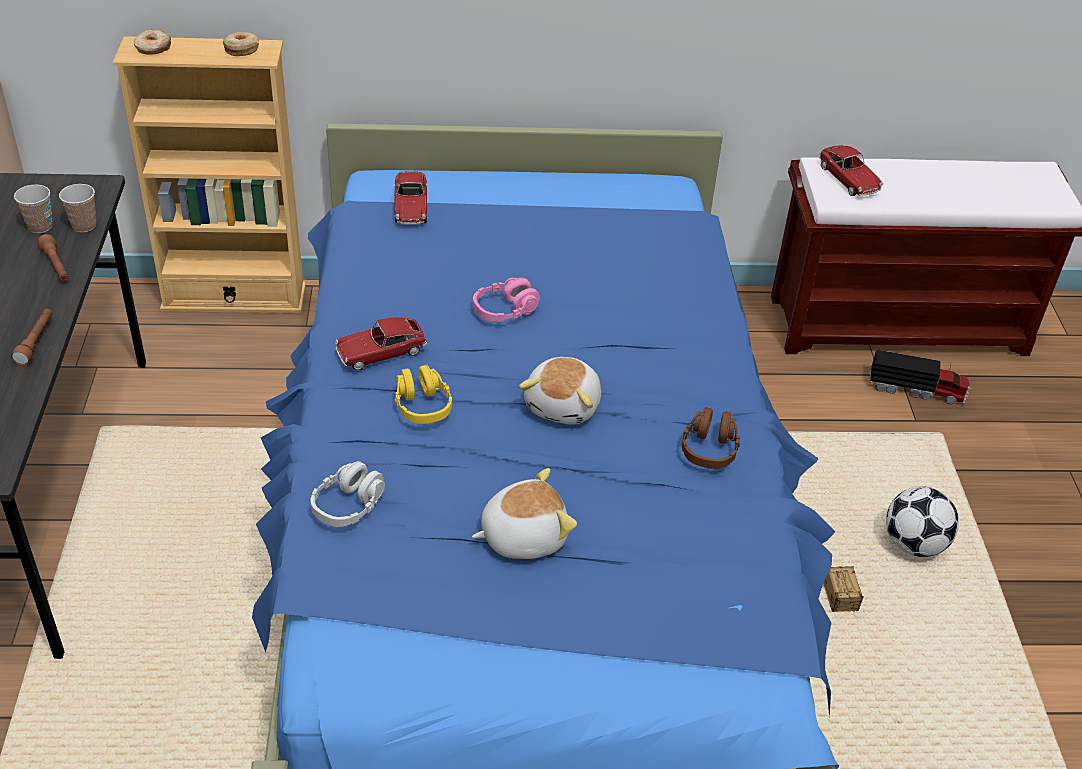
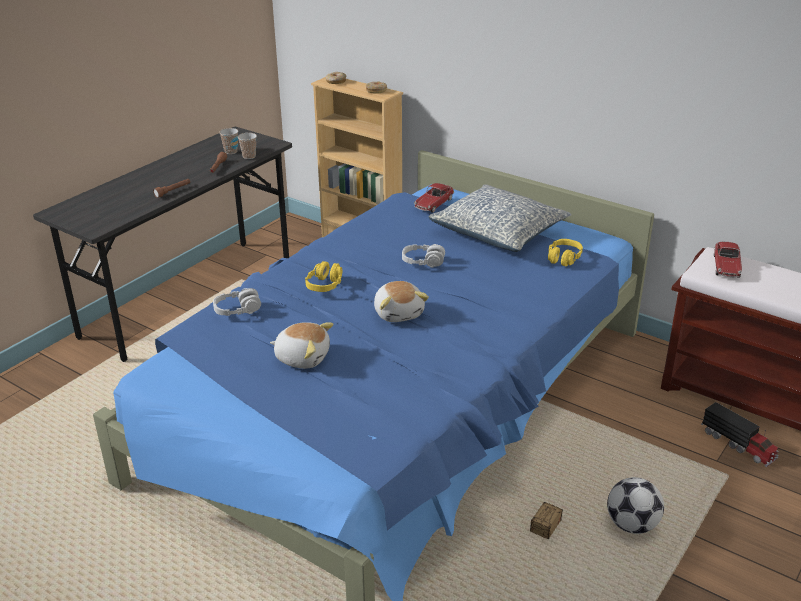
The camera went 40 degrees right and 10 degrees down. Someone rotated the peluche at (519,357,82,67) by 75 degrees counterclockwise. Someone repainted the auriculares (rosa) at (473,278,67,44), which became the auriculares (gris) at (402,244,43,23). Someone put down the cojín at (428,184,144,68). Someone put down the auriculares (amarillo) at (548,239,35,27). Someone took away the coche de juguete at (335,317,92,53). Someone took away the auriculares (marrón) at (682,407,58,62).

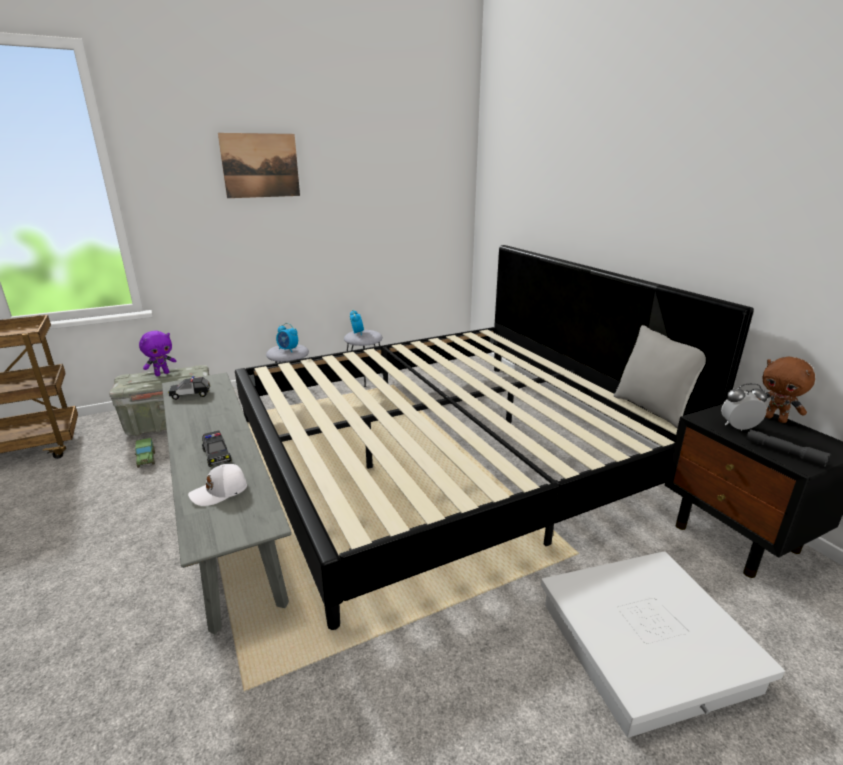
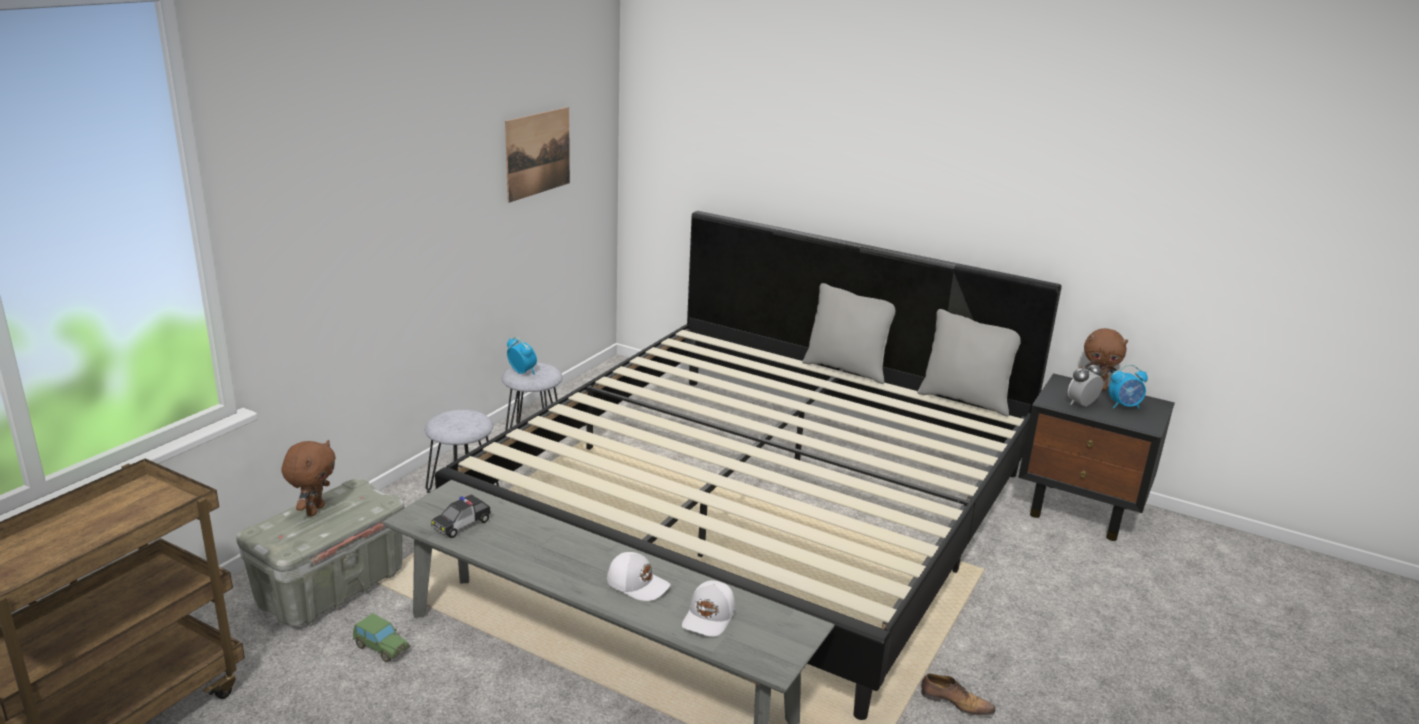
The camera went 35 degrees left and 0 degrees up. Someone repainted the peluche (morado) at (139,331,37,45), which became the peluche (marrón) at (281,440,55,76). Someone carried the cuadro from (218,133,82,65) to (505,107,65,96). Someone swapped the coche de juguete at (202,430,30,37) for the gorra (blanco) at (607,552,64,49). Someone put down the cojín (gris) at (802,283,93,101). Someone put down the zapato at (921,674,74,42). Someone carried the despertador from (276,323,22,29) to (1109,365,39,44). Someone took away the caja de almacenaje (blanco) at (541,551,244,187). Someone took away the linterna (gris) at (746,429,84,38).

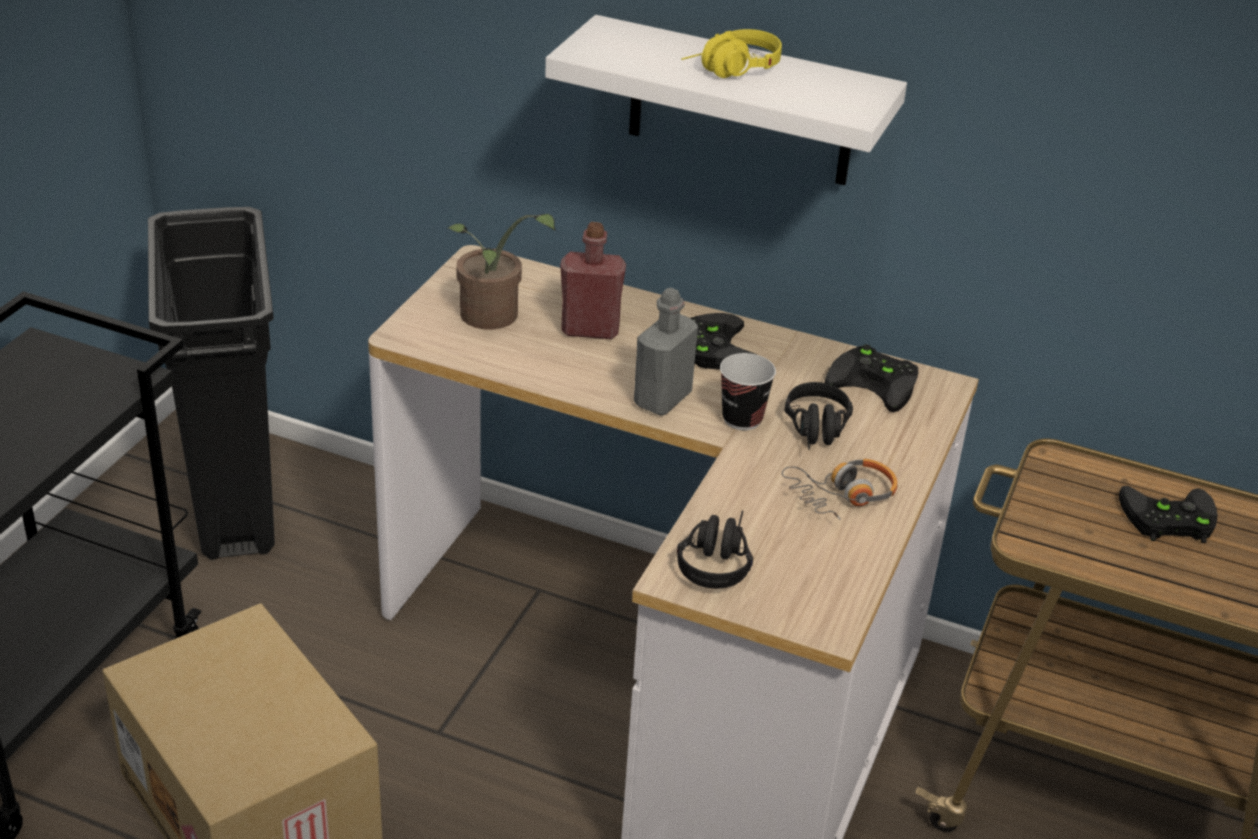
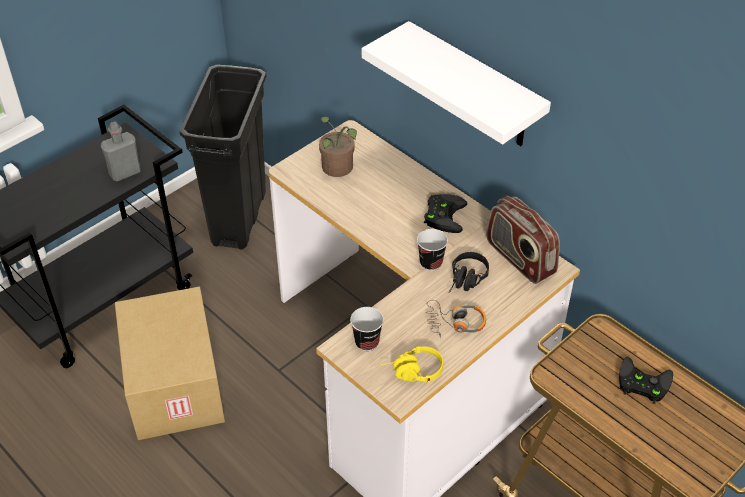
The camera went 25 degrees right and 10 degrees up. Someone carried the botella (gris) from (634,288,64,128) to (101,122,40,60). Someone swapped the auriculares (negro) at (677,511,76,78) for the taza at (350,307,34,44). Someone carried the auriculares (amarillo) from (681,29,101,49) to (381,346,62,36). Someone swapped the mando de consola (negro) at (825,344,93,68) for the radio at (486,196,74,88). Someone took away the botella (rojo) at (560,222,66,117).

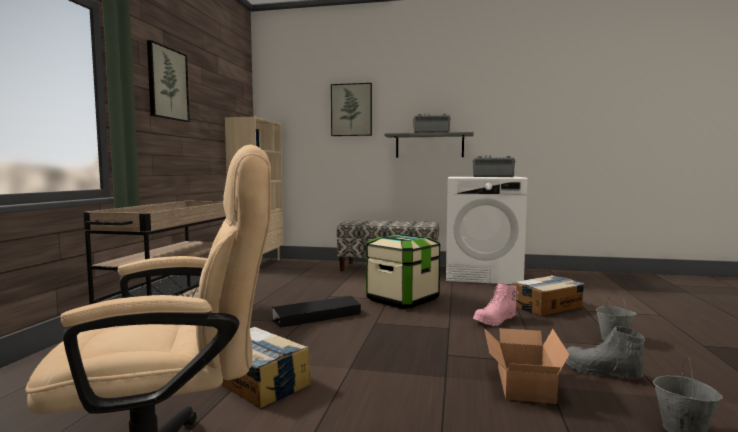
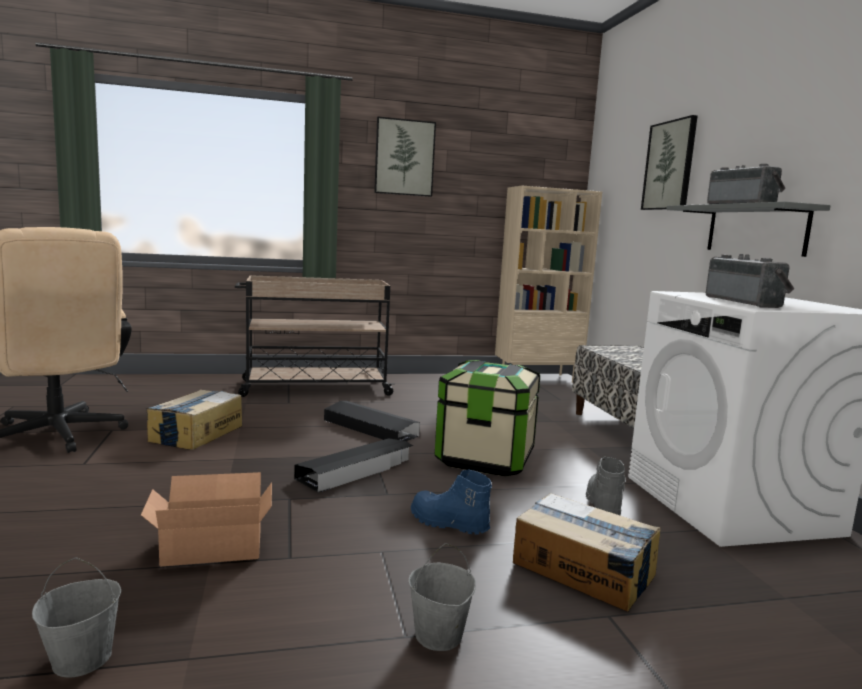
The camera went 65 degrees right and 5 degrees up. Someone put down the caja de almacenaje (negro) at (294,438,119,55). Someone repainted the bota (rosa) at (473,283,46,43), which became the bota (azul) at (411,470,81,64). Someone carried the bota (gris) from (566,326,79,53) to (586,457,40,58).

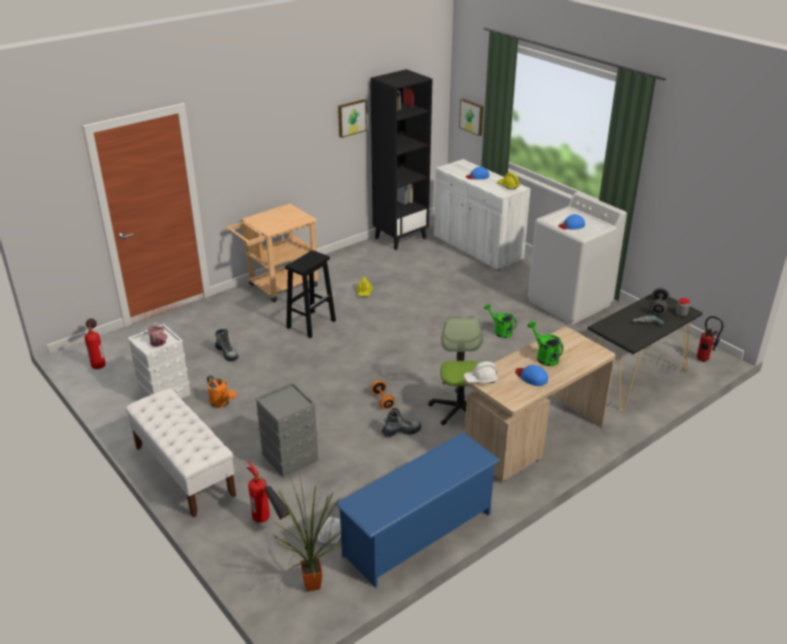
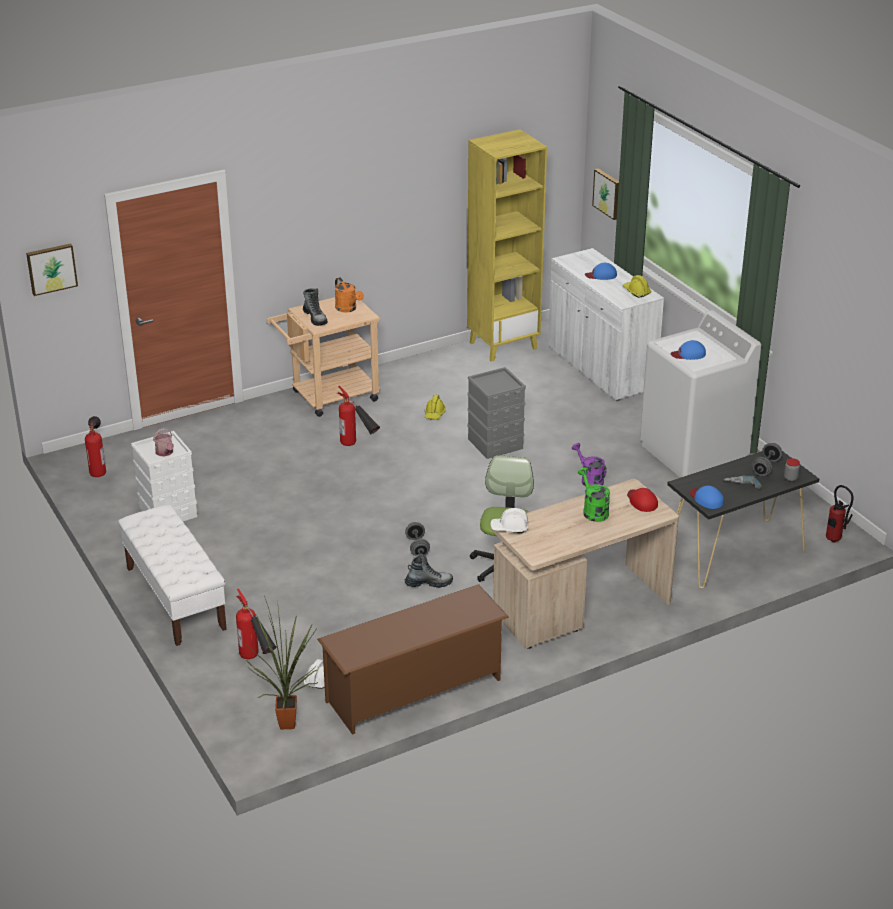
The camera went 10 degrees right and 0 degrees up. Someone carried the cuadro from (338,99,29,39) to (26,243,52,53). Someone carried the bota from (215,329,23,32) to (303,288,25,38). Someone repainted the zapatero (azul) at (335,432,166,156), which became the zapatero (marrón) at (317,584,192,151). Someone carried the regadera (naranja) from (207,375,29,33) to (335,277,29,35). Someone swapped the taburete (negro) at (285,250,51,88) for the extintor at (337,386,43,60). Someone repainted the mancuerna (naranja) at (371,380,24,30), which became the mancuerna (gris) at (405,522,25,34). Someone repainted the estantería (negro) at (370,69,63,181), which became the estantería (amarillo) at (467,129,80,233). Someone carried the caja de almacenaje (gris) from (255,382,64,95) to (467,367,59,92). Someone repainted the regadera (verde) at (484,303,33,35), which became the regadera (morado) at (572,443,35,44). Someone put down the gorra (rojo) at (627,488,31,24). Someone carried the gorra (azul) from (515,365,33,21) to (690,485,34,24).

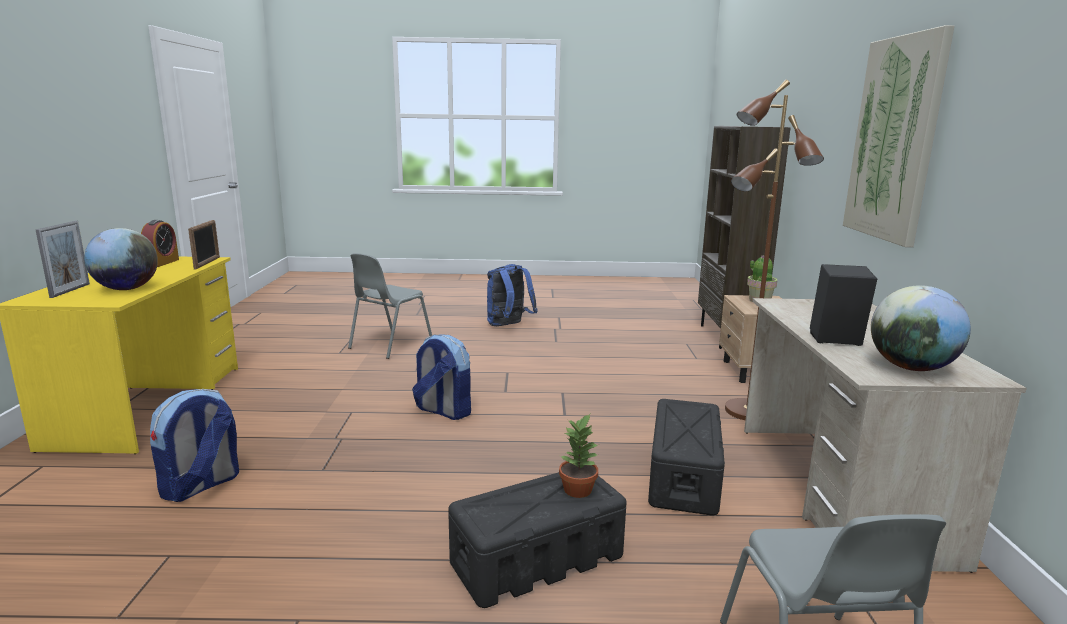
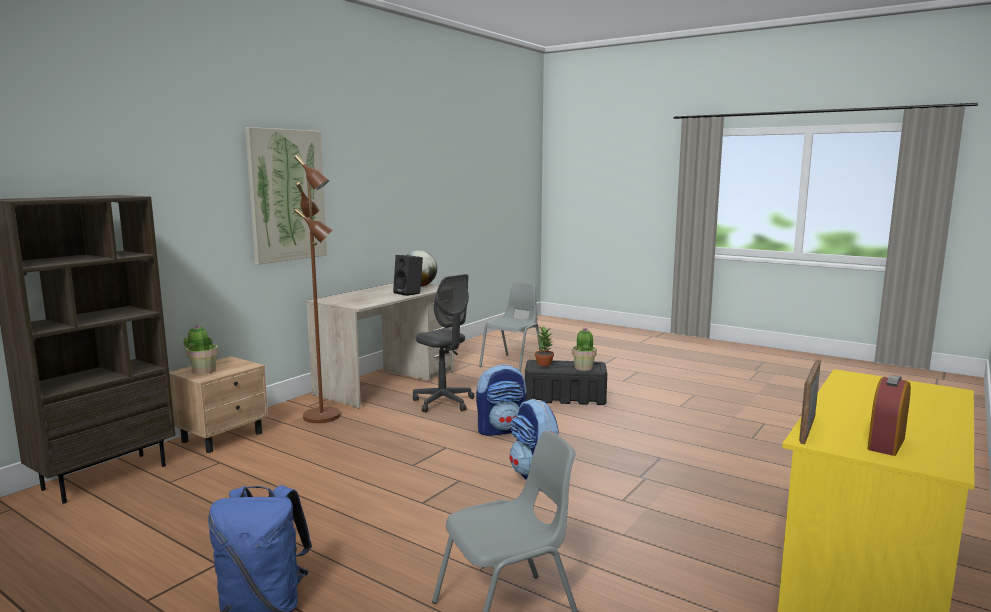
The camera went 145 degrees left and 5 degrees down. Someone swapped the caja de almacenaje (negro) at (648,399,77,117) for the silla de oficina (gris) at (413,274,61,139). Someone carried the mochila from (150,389,89,113) to (476,365,51,71). Someone put down the planta en maceta at (572,328,25,43). Someone took away the portarretratos at (36,221,54,77). Someone took away the globo terráqueo at (84,228,74,62).

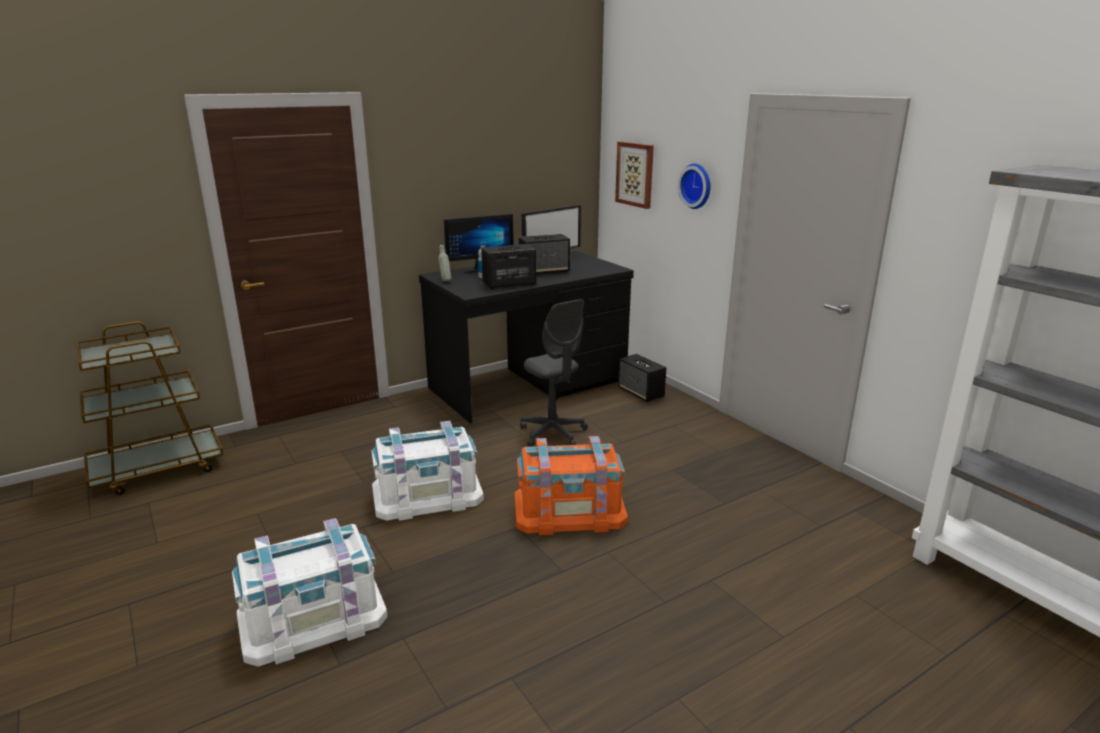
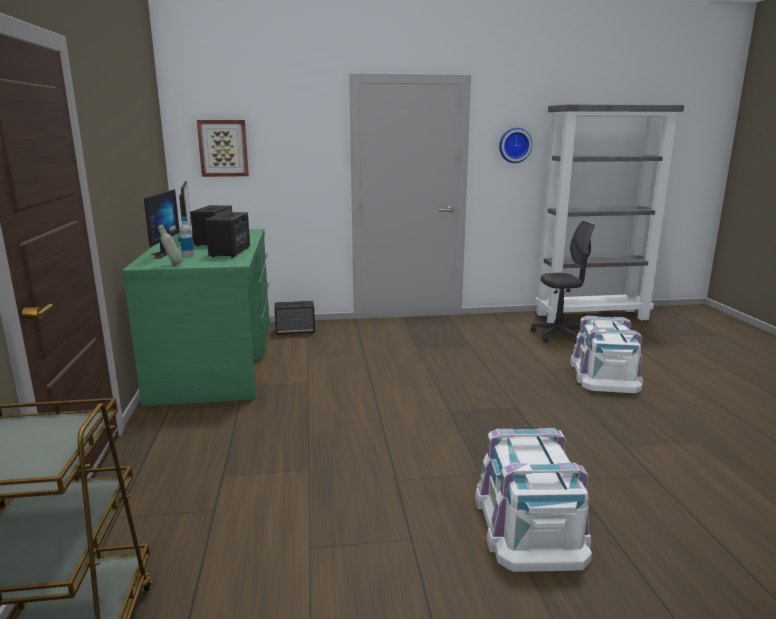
The camera went 65 degrees left and 5 degrees down. Someone repainted the escritorio (negro) at (419,251,215,173), which became the escritorio (verde) at (122,229,150,177). Someone carried the reloj de pared from (678,164,33,45) to (499,128,33,35). Someone carried the silla de oficina (gris) from (520,299,68,148) to (531,221,64,122). Someone carried the caja de almacenaje (blanco) from (372,421,112,100) to (570,316,73,77). Someone took away the caja de almacenaje (naranja) at (515,436,113,99).

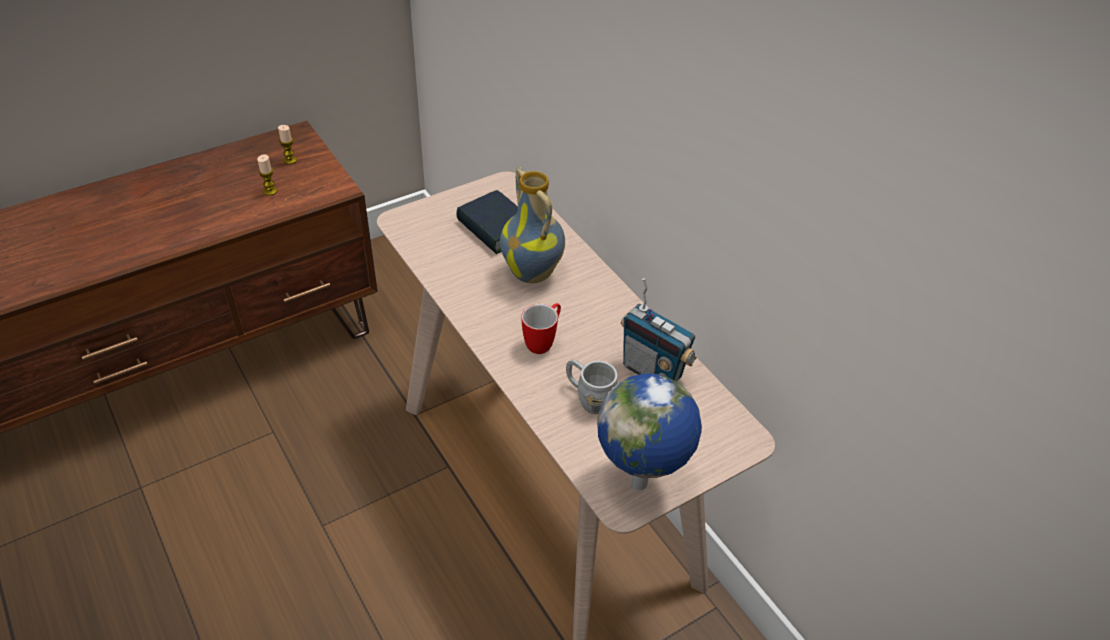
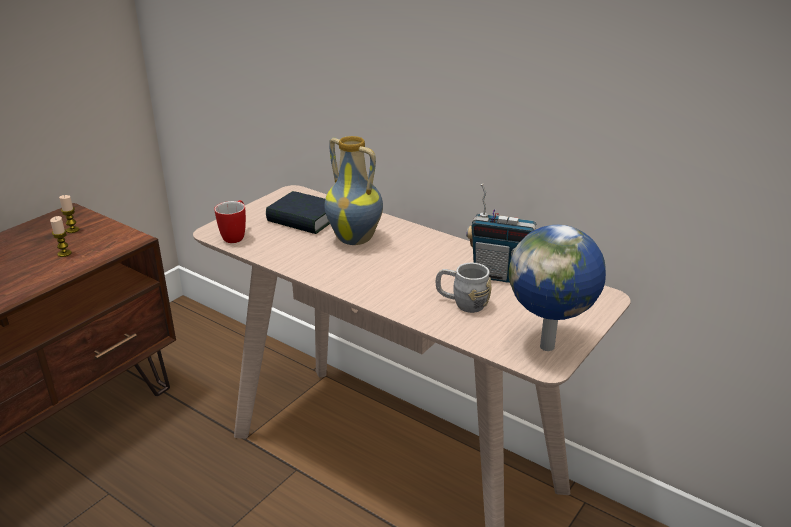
The camera went 20 degrees left and 15 degrees down. Someone carried the taza grande from (522,303,39,51) to (214,200,32,43).

